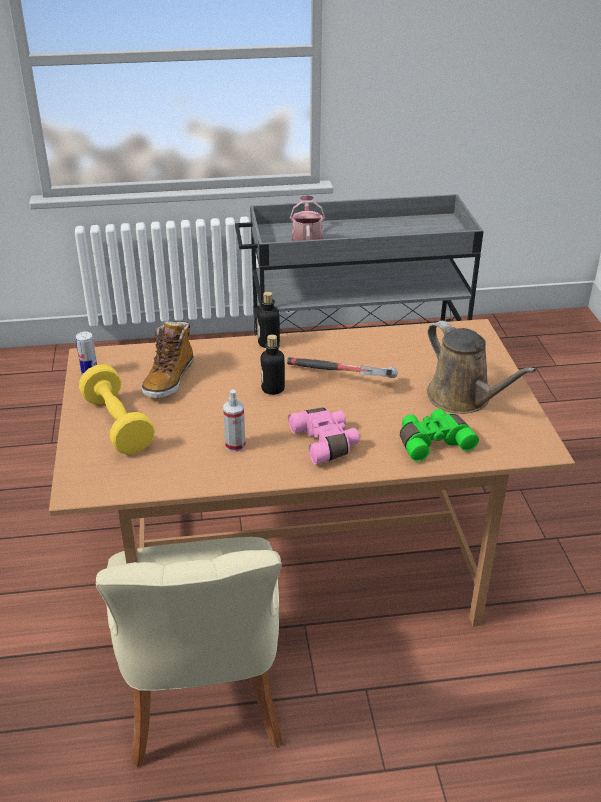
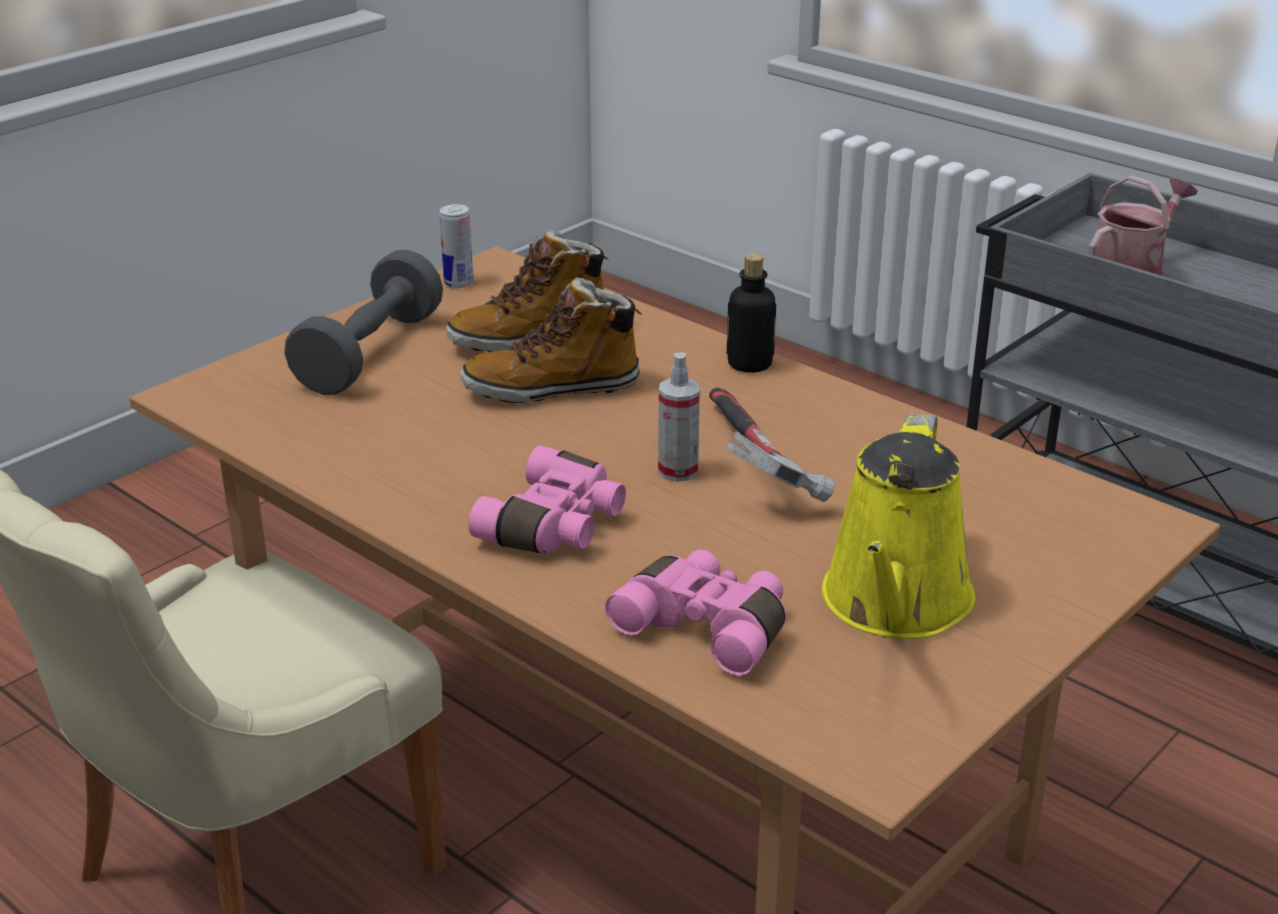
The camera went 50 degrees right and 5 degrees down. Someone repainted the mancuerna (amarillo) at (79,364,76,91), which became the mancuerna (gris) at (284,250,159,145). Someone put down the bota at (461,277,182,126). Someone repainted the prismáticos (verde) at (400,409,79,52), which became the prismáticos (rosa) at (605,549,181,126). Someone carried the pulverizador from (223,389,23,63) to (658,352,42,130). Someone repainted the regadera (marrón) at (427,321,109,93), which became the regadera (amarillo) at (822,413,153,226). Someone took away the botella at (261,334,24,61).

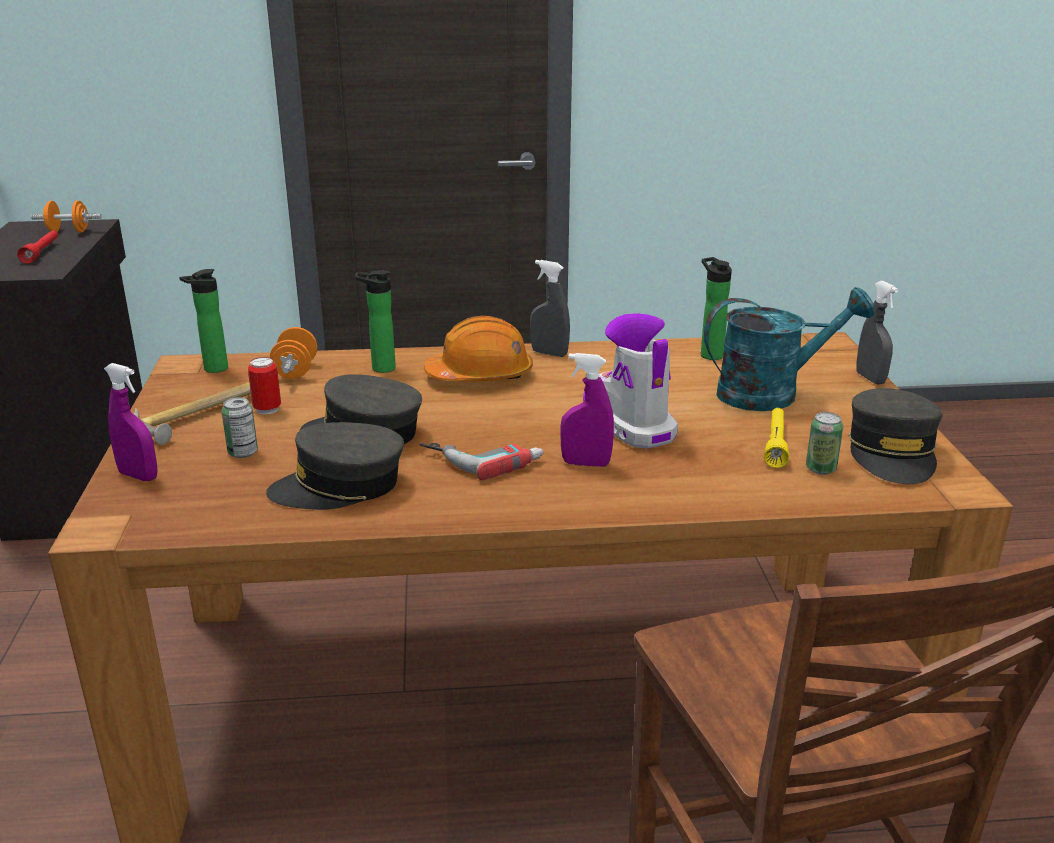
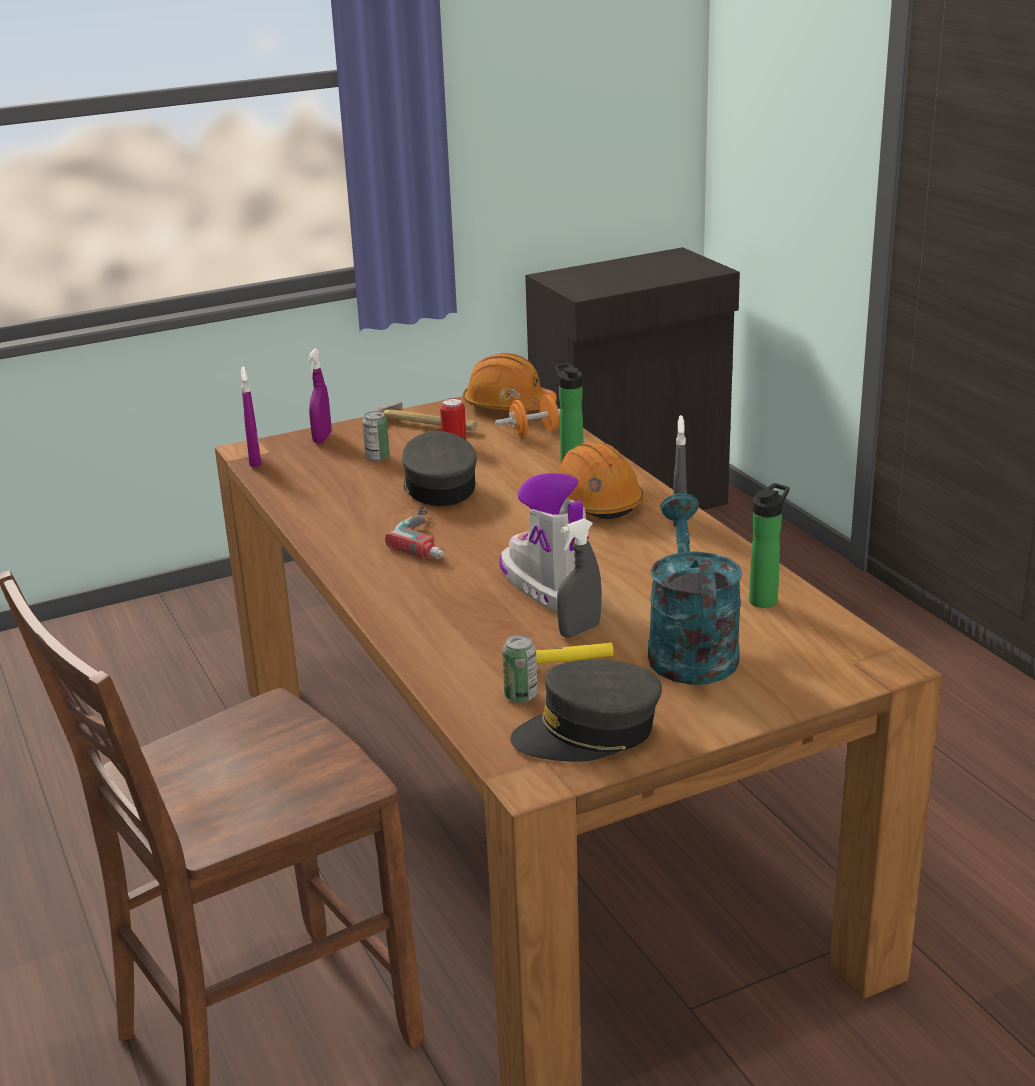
The camera went 70 degrees right and 0 degrees up. Someone carried the pulverizador (morado) from (560,353,54,114) to (241,366,20,102). Someone swapped the botella at (179,269,49,104) for the casco (naranja) at (463,353,94,58). Someone rotated the bota at (583,313,95,135) by 75 degrees counterclockwise. Someone carried the pulverizador (gris) from (856,281,42,104) to (557,518,45,120). Someone rotated the regadera (turquesa) at (704,287,171,124) by 150 degrees counterclockwise. Someone took away the linterna (rojo) at (17,230,41,34). Someone took away the mancuerna (naranja) at (31,200,71,33). Someone took away the gorra (gris) at (266,422,138,88).

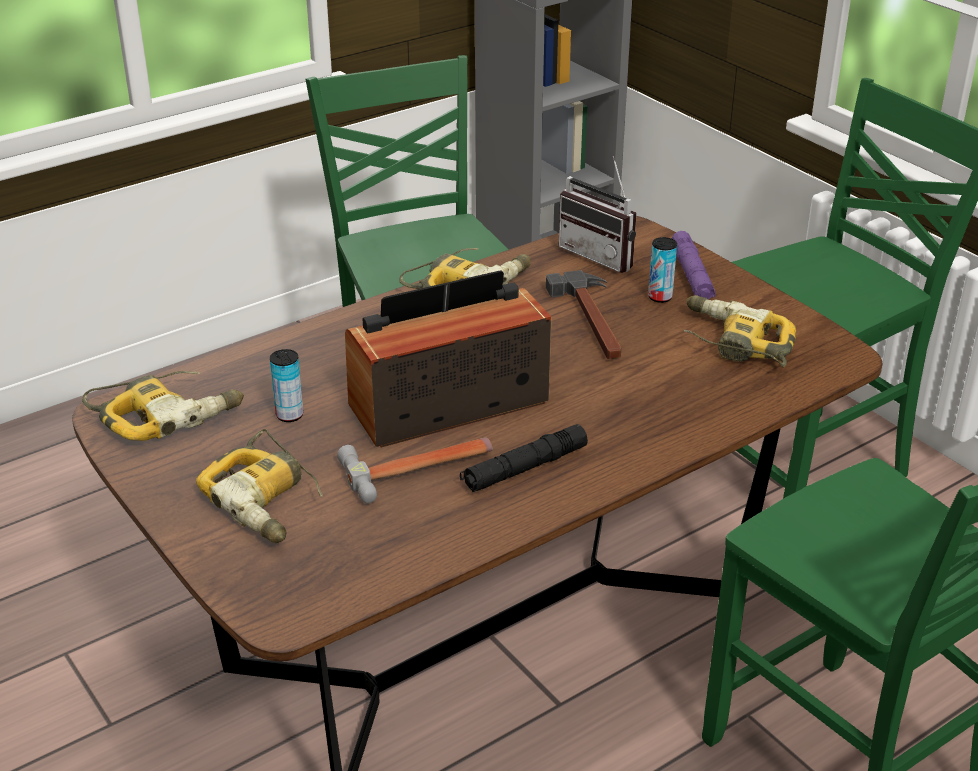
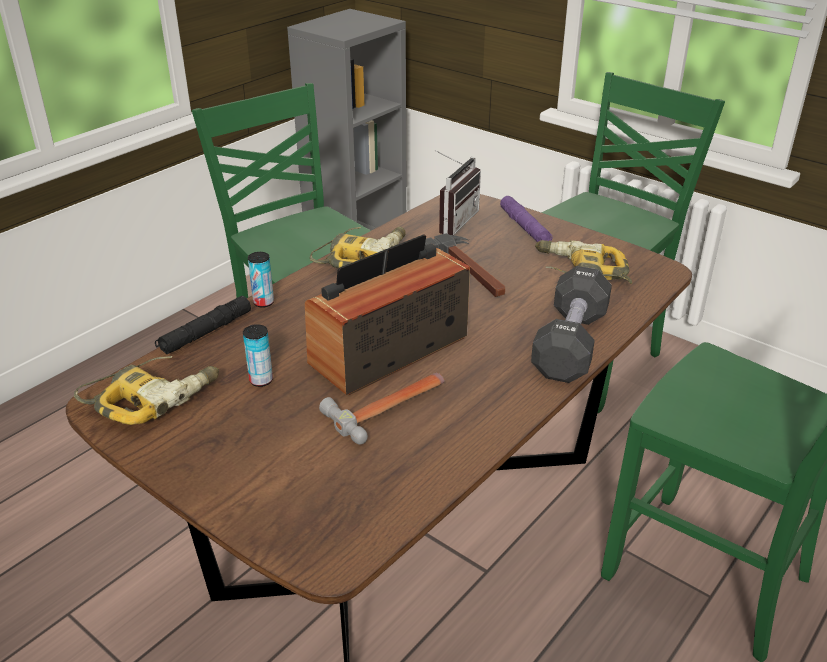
The camera went 15 degrees left and 0 degrees up. Someone carried the linterna (negro) from (460,424,128,68) to (155,296,96,58). Someone carried the lata from (648,237,29,66) to (248,252,26,56). Someone rotated the radio at (559,156,78,117) by 90 degrees counterclockwise. Someone put down the mancuerna (negro) at (531,266,81,117). Someone took away the taladro at (196,429,127,114).

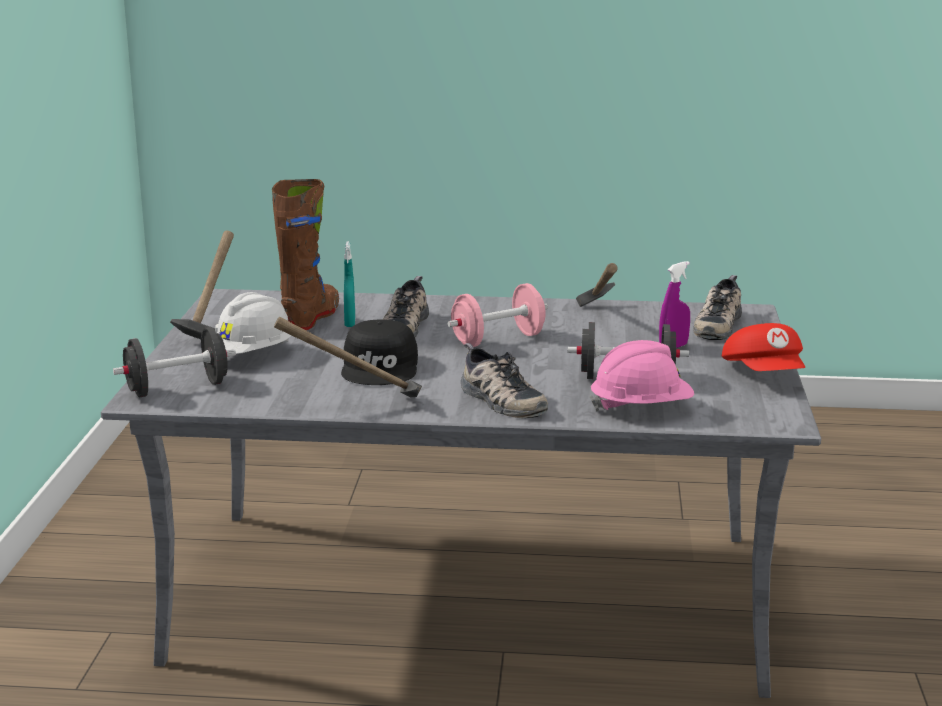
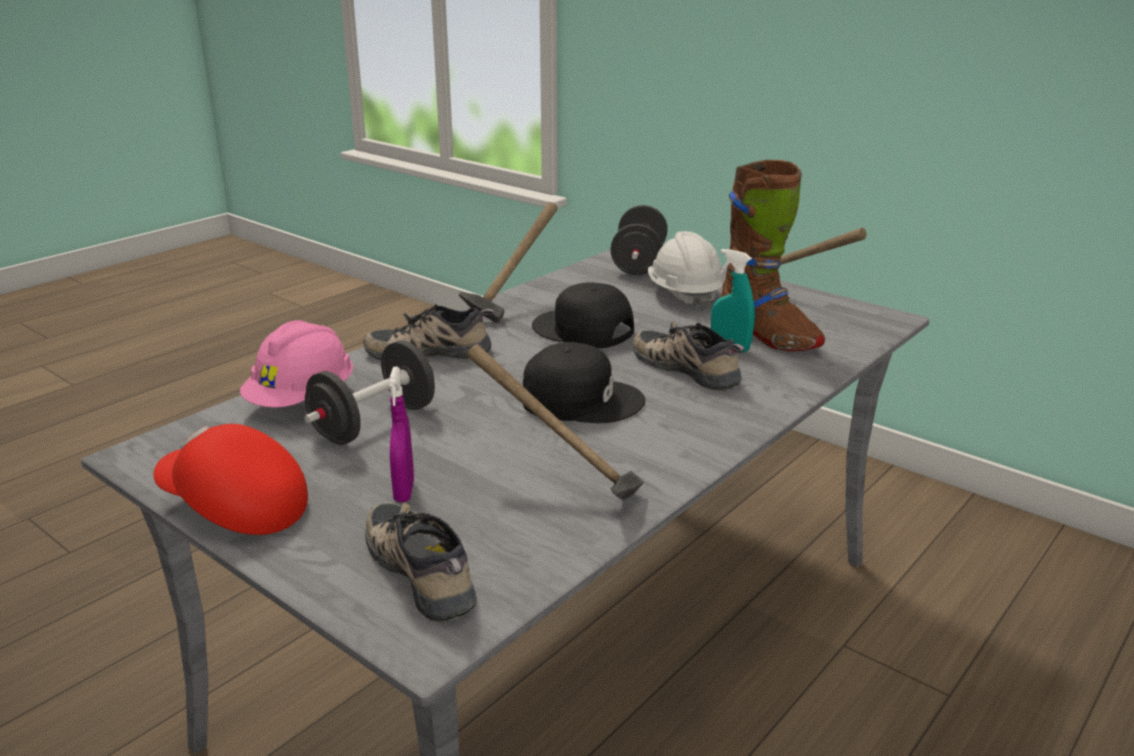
The camera went 125 degrees right and 5 degrees up. Someone swapped the mancuerna (rosa) at (448,283,100,64) for the gorra (negro) at (523,342,122,81).

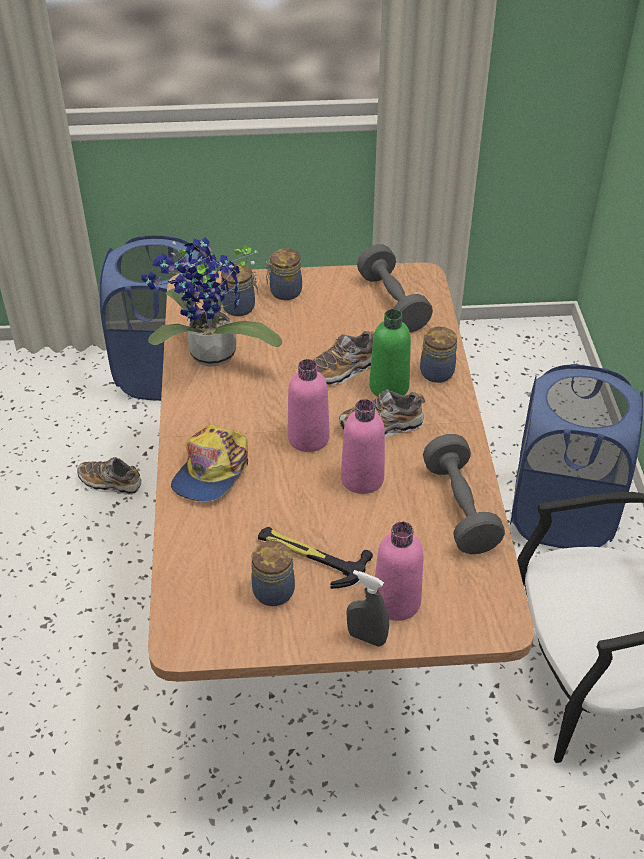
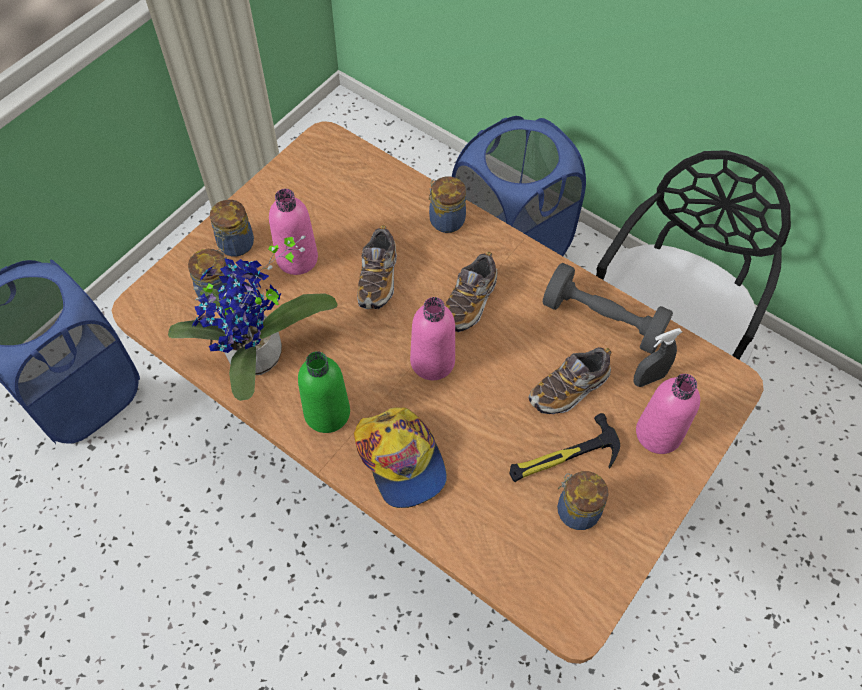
The camera went 50 degrees left and 15 degrees up. Someone carried the botella (rosa) from (341,399,44,95) to (269,189,49,86). Someone carried the botella (verde) from (369,309,42,88) to (298,351,52,82). Someone carried the zapato from (77,457,64,38) to (528,347,84,67). Someone carried the pulverizador (gris) from (347,570,42,77) to (634,328,48,59). Someone took away the mancuerna (gris) at (357,244,76,88).

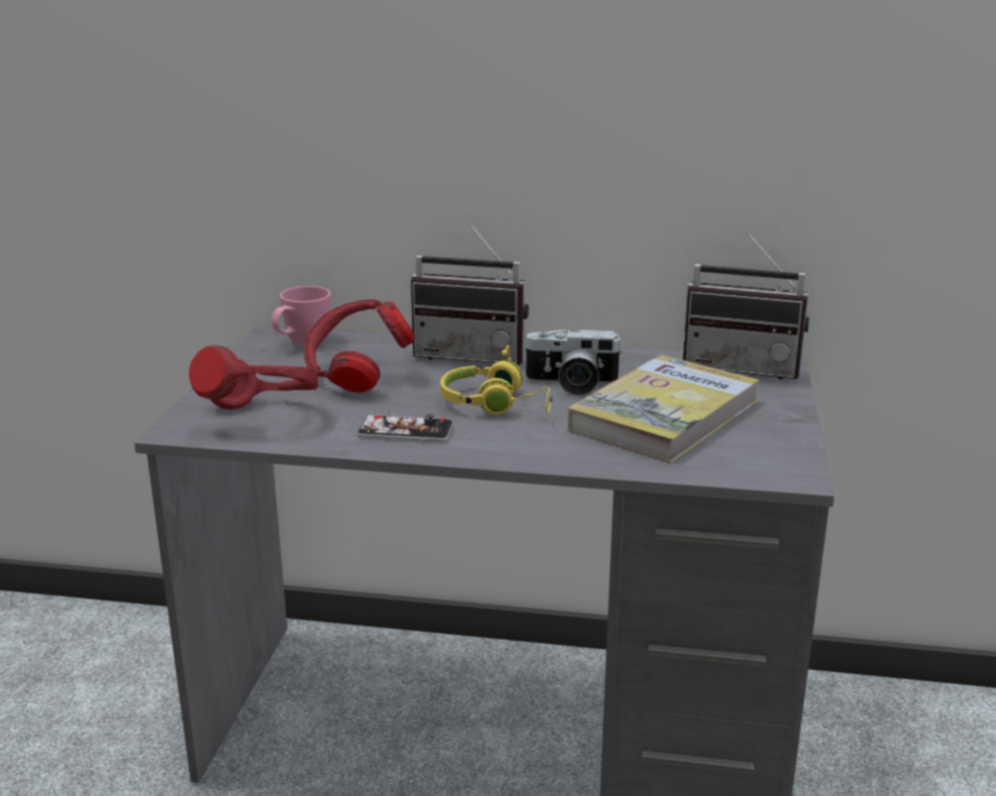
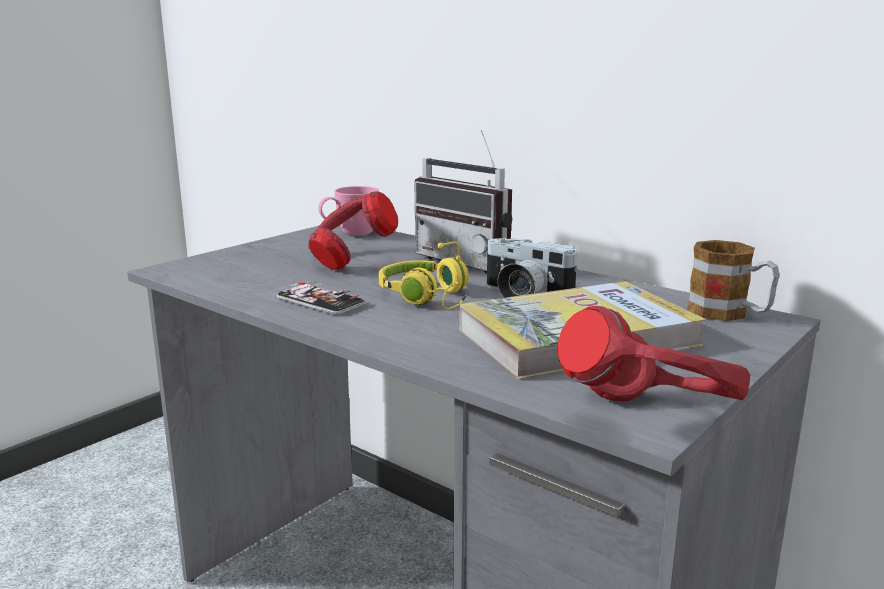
The camera went 30 degrees right and 5 degrees down. Someone carried the auriculares (rojo) from (189,345,129,65) to (558,306,192,96). Someone swapped the radio at (683,228,126,151) for the taza grande at (687,240,93,81).

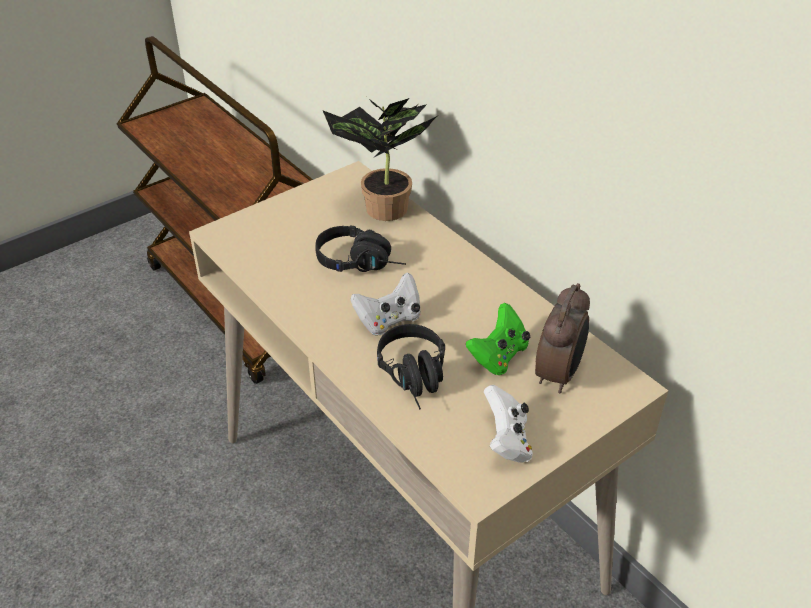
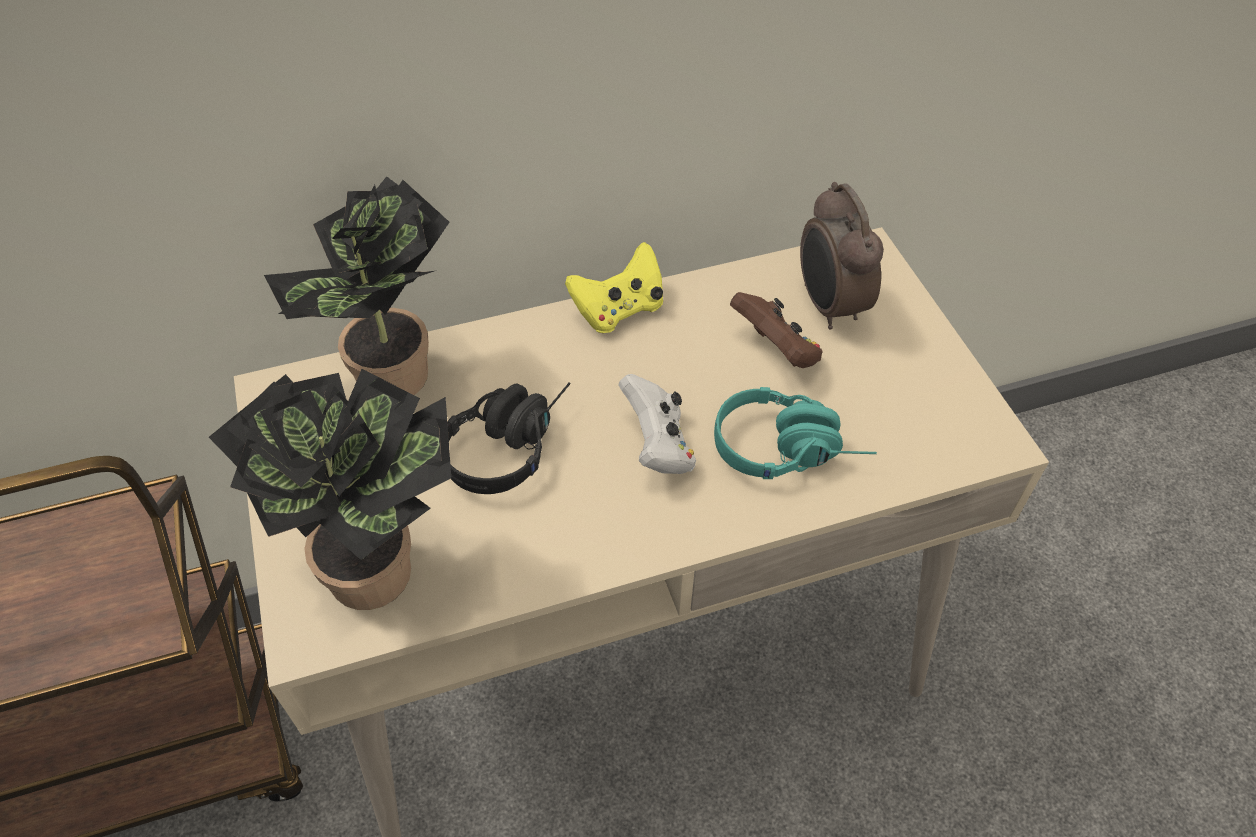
The camera went 70 degrees left and 10 degrees up. Someone put down the planta en maceta at (209,369,242,241). Someone put down the mando de consola (amarillo) at (565,242,98,91). Someone repainted the auriculares (negro) at (377,324,68,85), which became the auriculares (turquesa) at (714,387,163,92). Someone repainted the mando de consola (verde) at (466,303,64,72), which became the mando de consola (marrón) at (730,292,93,76). Someone rotated the despertador at (535,283,55,110) by 150 degrees counterclockwise. Someone took away the mando de consola (blanco) at (484,385,49,77).

